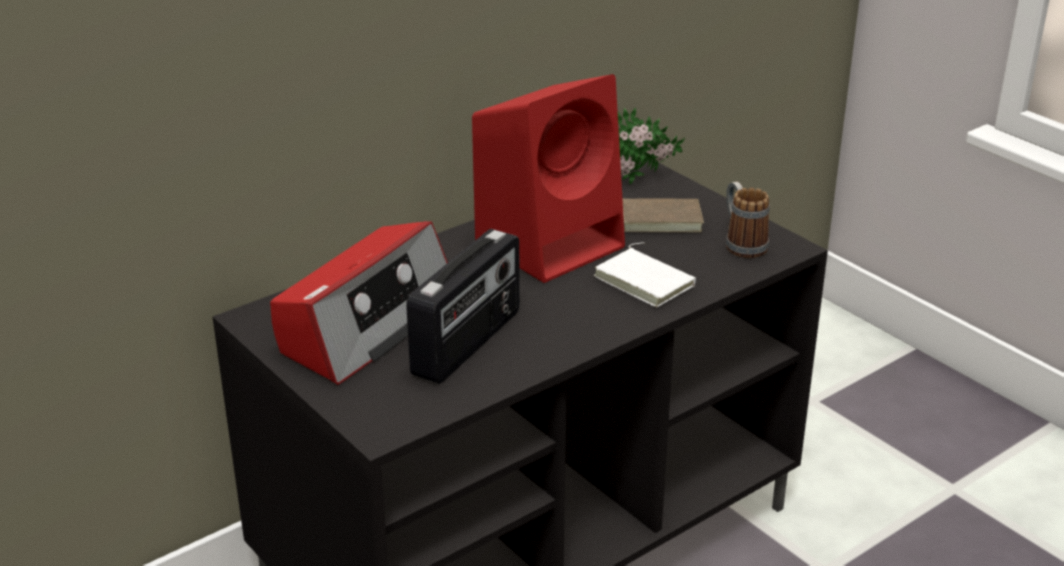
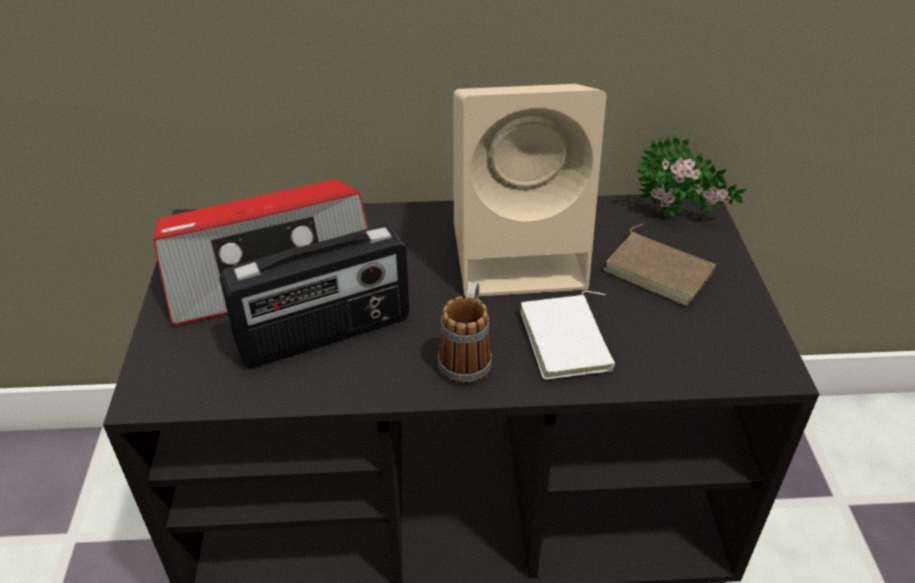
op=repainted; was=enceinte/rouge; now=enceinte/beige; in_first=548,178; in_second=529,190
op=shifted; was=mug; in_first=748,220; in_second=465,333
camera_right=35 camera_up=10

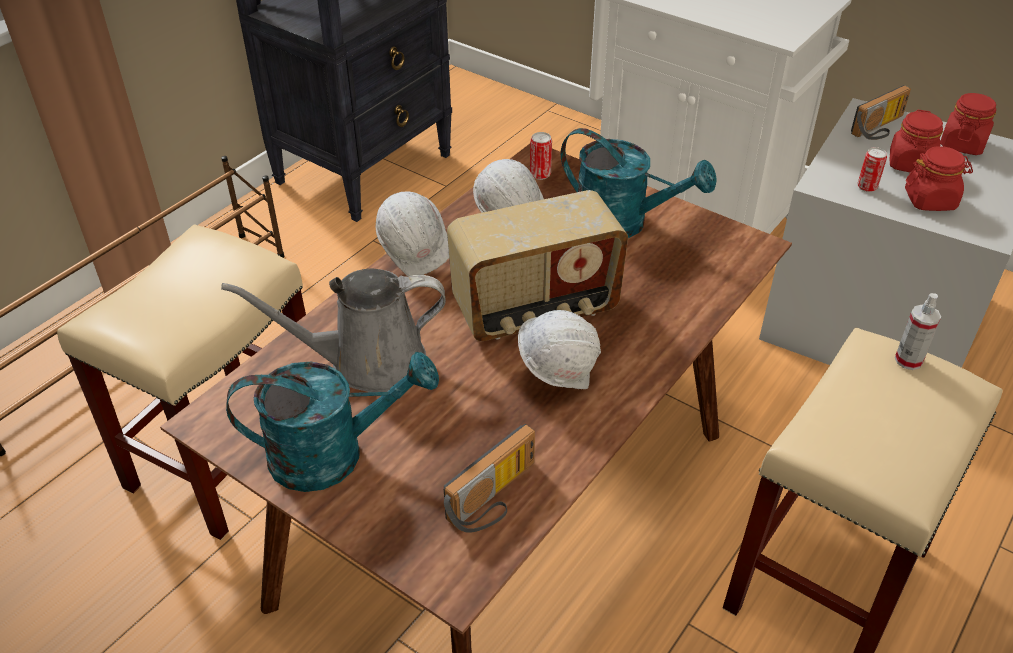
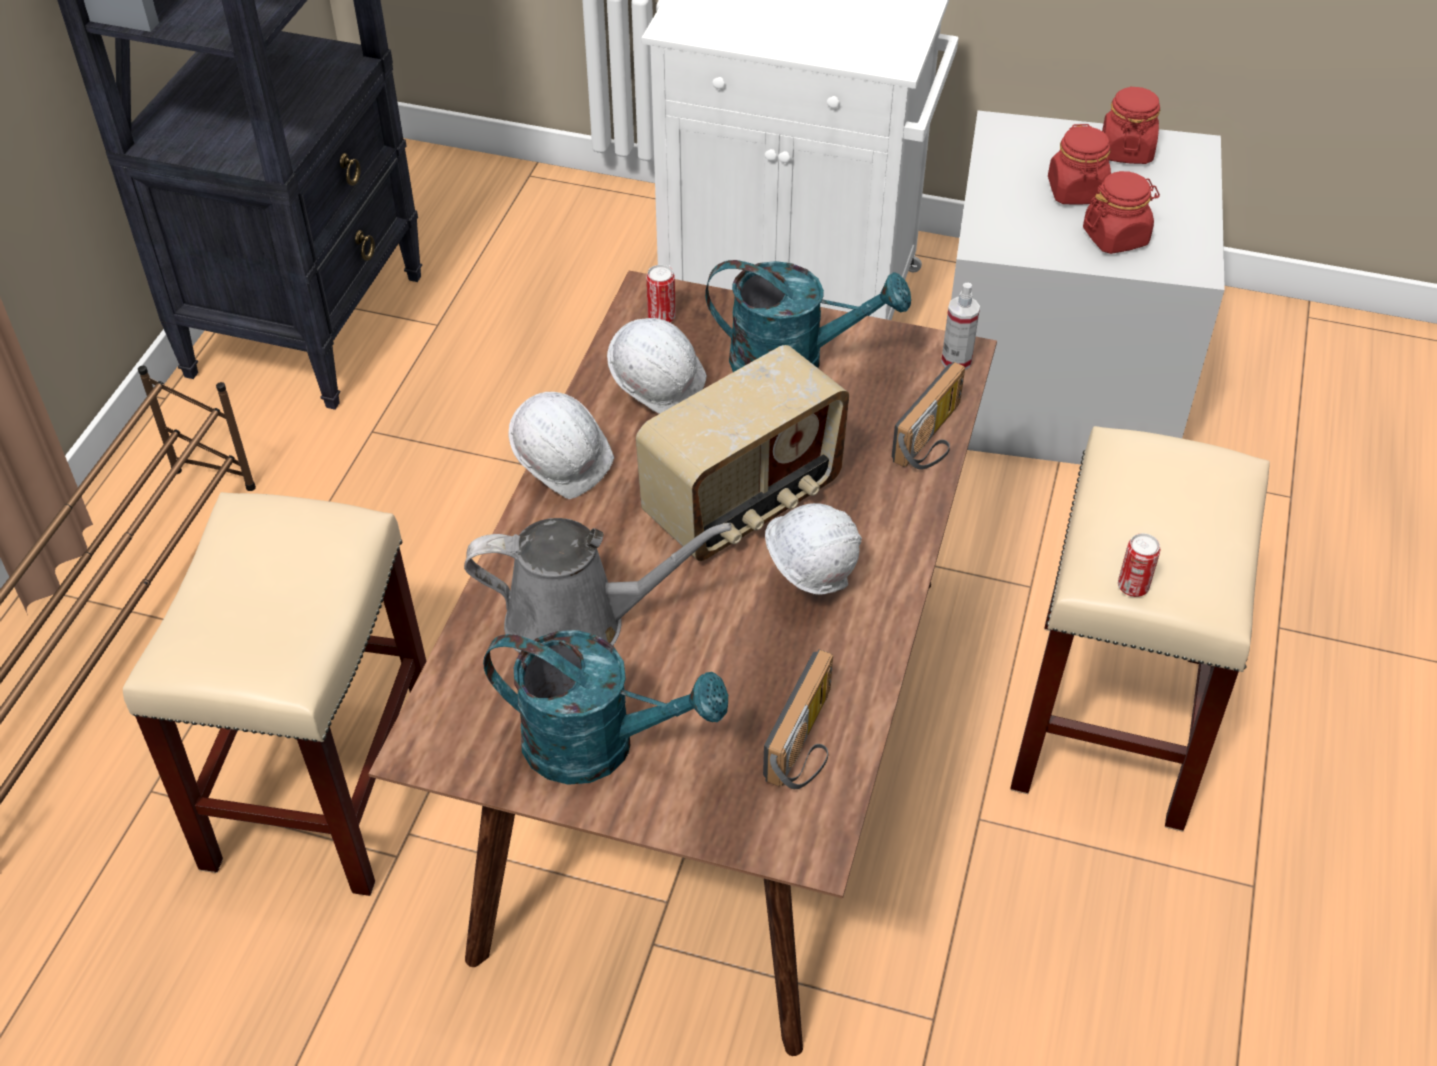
op=shifted; was=radio; in_first=881,112; in_second=928,416
op=shifted; was=boîte métallique; in_first=872,169; in_second=1139,565
op=rotated; was=arrosoir/gris; in_first=333,330; in_second=598,585; clockwise=-150
op=shifted; was=vaporisateur; in_first=918,331; in_second=960,326
op=rotated; was=arrosoir/turquoise; in_first=332,422; in_second=605,707; clockwise=45
camera_right=-20 camera_up=5

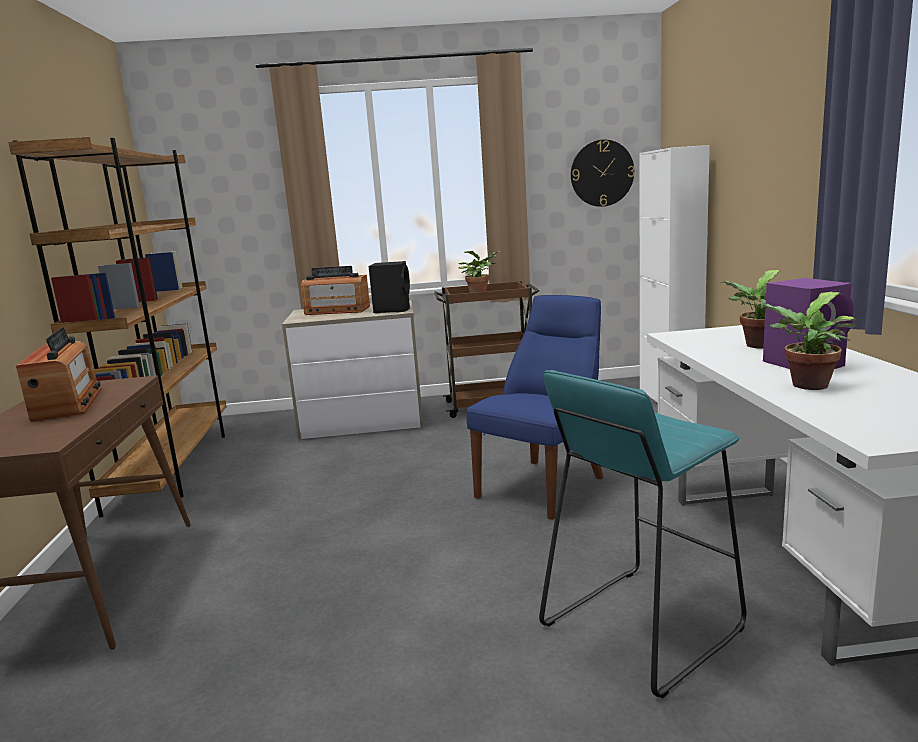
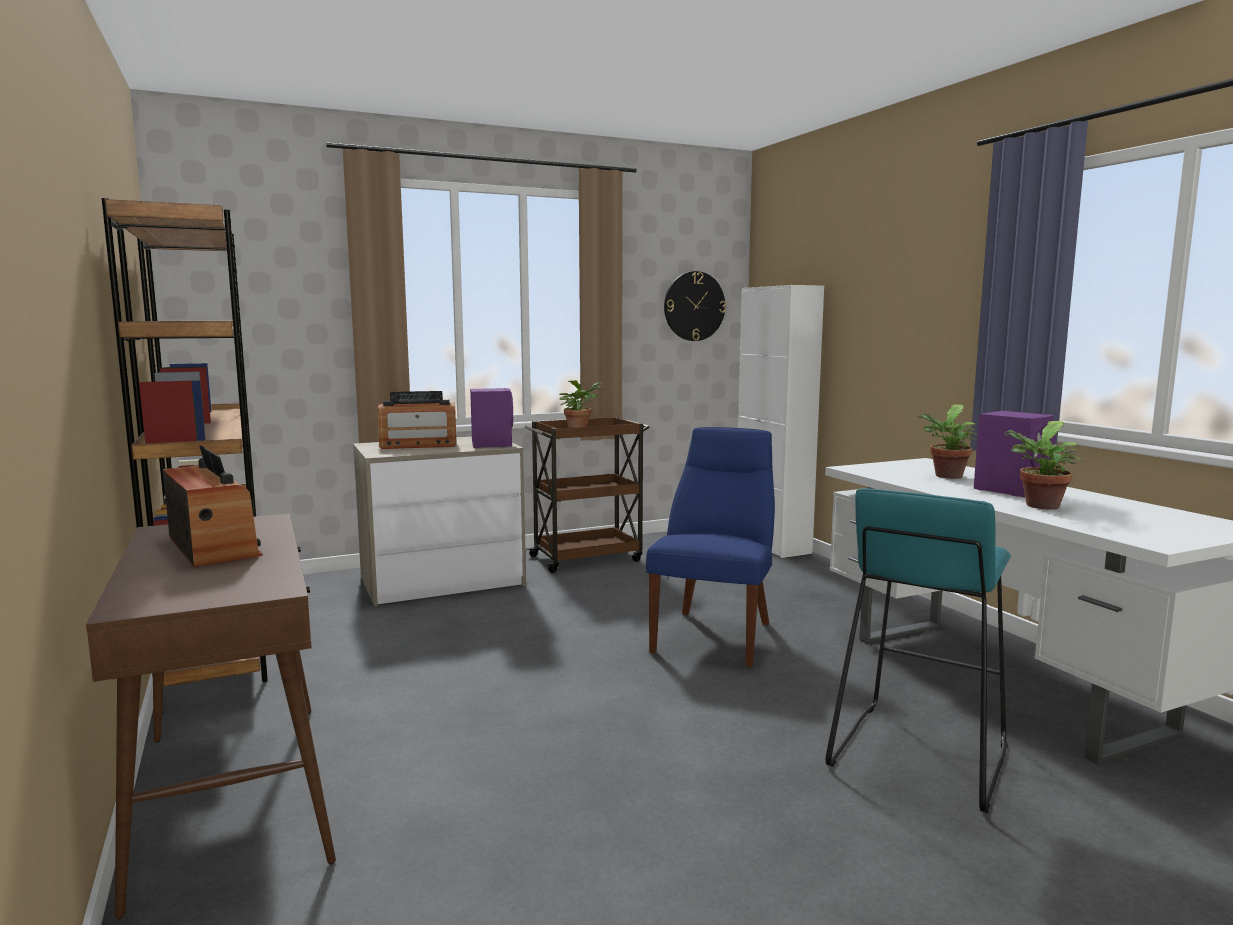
op=repainted; was=enceinte/noir; now=enceinte/violet; in_first=389,287; in_second=491,418
camera_right=-20 camera_up=-5

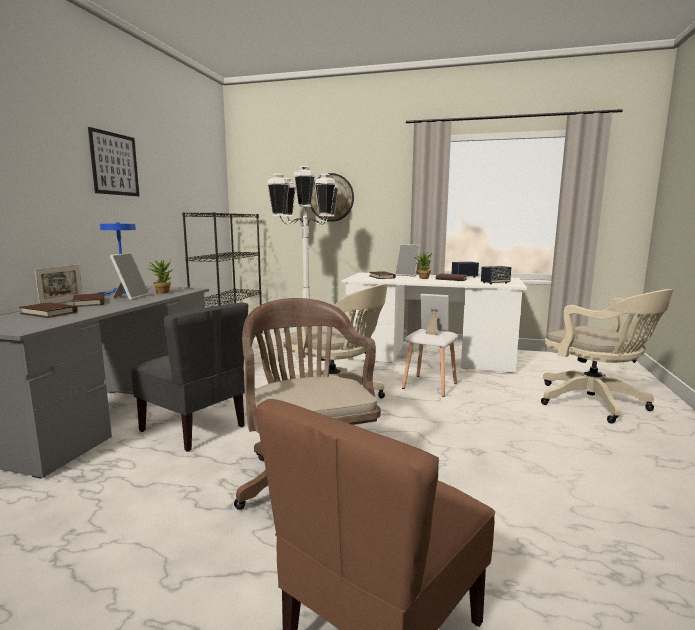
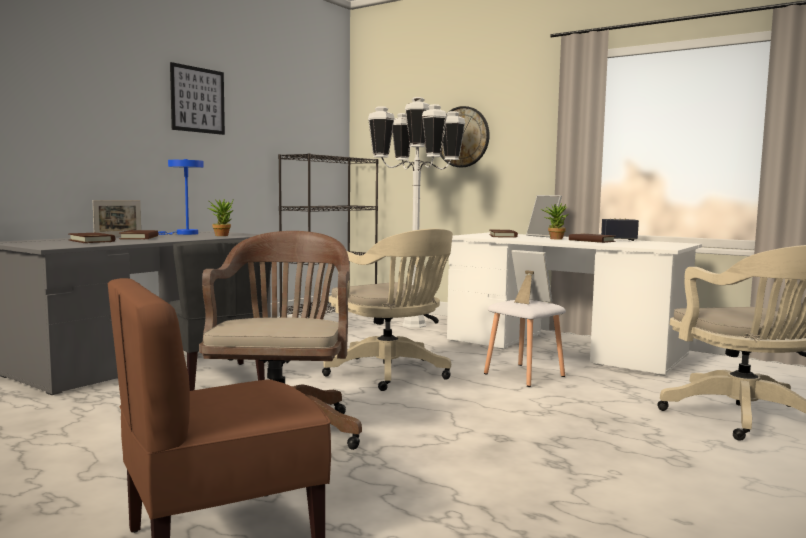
op=gone; was=cadre photo; in_first=129,276
op=gone; was=enceinte; in_first=496,275
camera_right=20 camera_up=-5

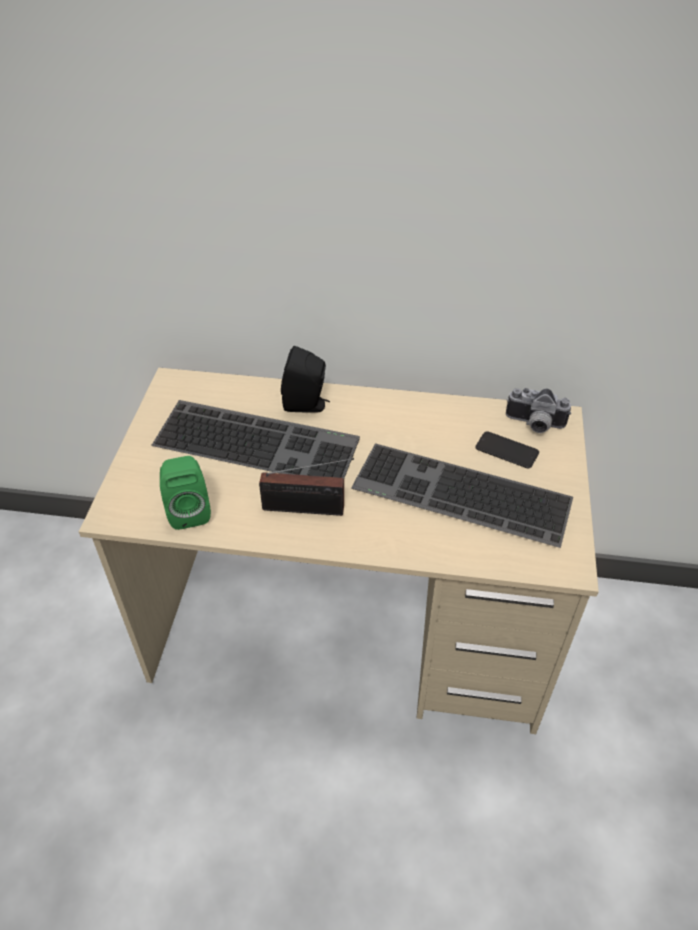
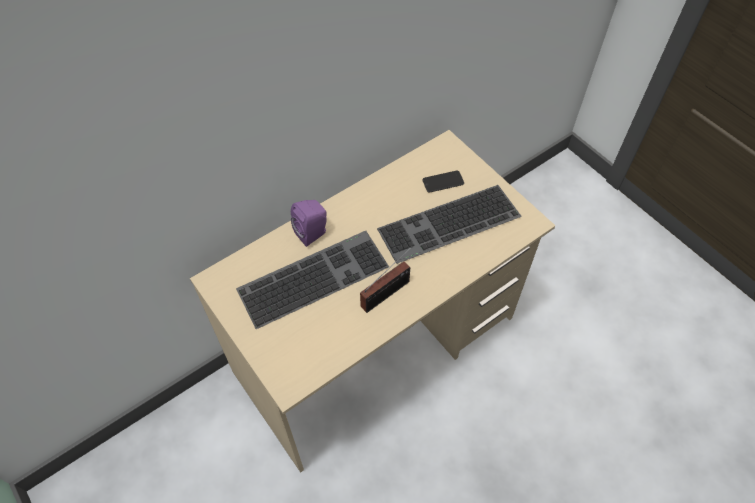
op=repainted; was=enceinte/noir; now=enceinte/violet; in_first=305,379; in_second=309,223
op=gone; was=appareil photo; in_first=538,410
op=gone; was=enceinte/vert; in_first=185,493
camera_right=-45 camera_up=10

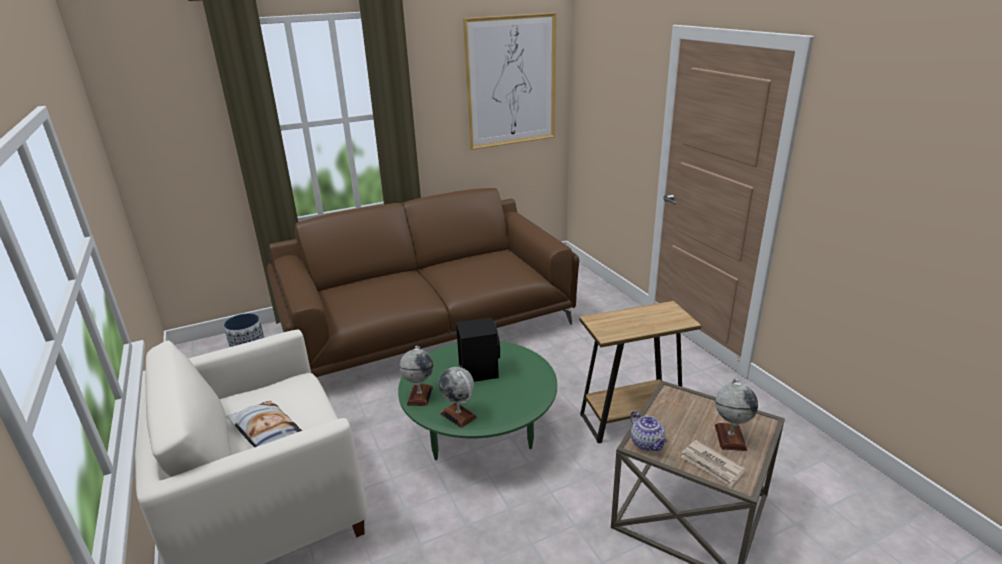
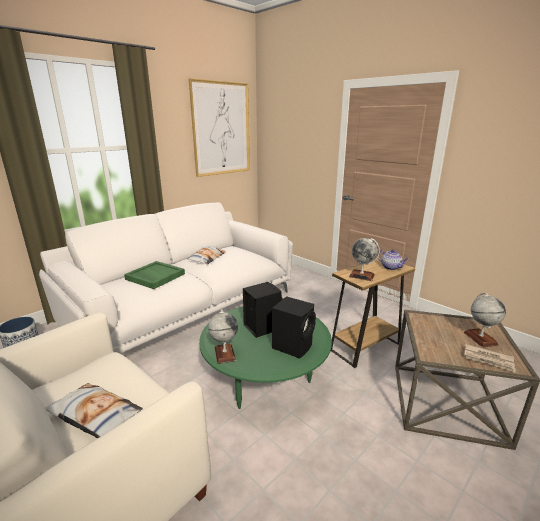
op=repainted; was=canapé/marron; now=canapé/blanc; in_first=423,282; in_second=166,278
op=shifted; was=globe; in_first=458,397; in_second=364,259
op=shifted; was=théière; in_first=649,430; in_second=392,260
op=new; now=coussin; in_second=206,255
op=new; now=plateau/vert; in_second=154,275
op=new; now=enceinte/noir; in_second=294,327
camera_right=-20 camera_up=-5

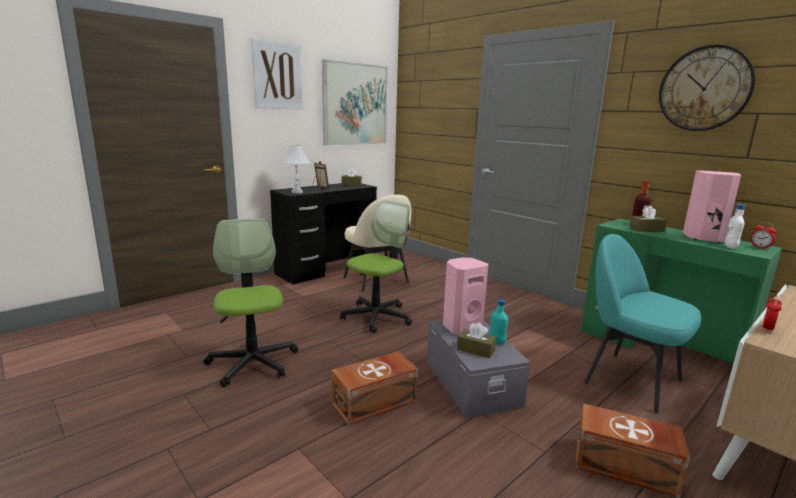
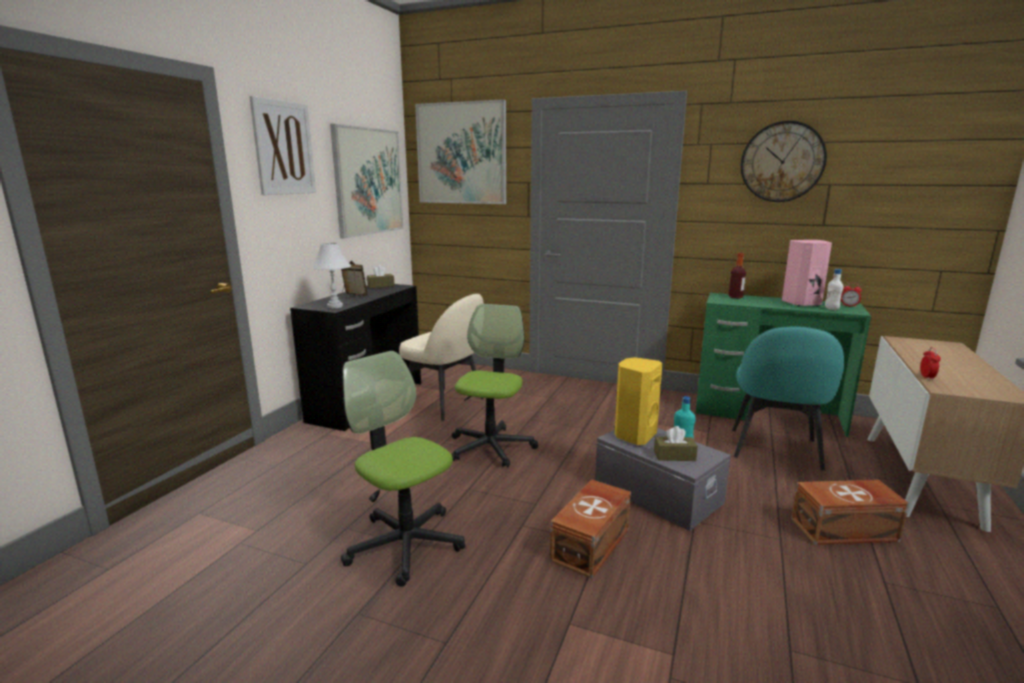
op=gone; was=boîte à mouchoirs/marron; in_first=648,219
op=rotated; was=chaise/turquoise; in_first=642,324; in_second=788,398; clockwise=-90
op=repainted; was=enceinte/rose; now=enceinte/jaune; in_first=465,296; in_second=639,401
op=new; now=tableau; in_second=460,151
camera_right=-25 camera_up=0

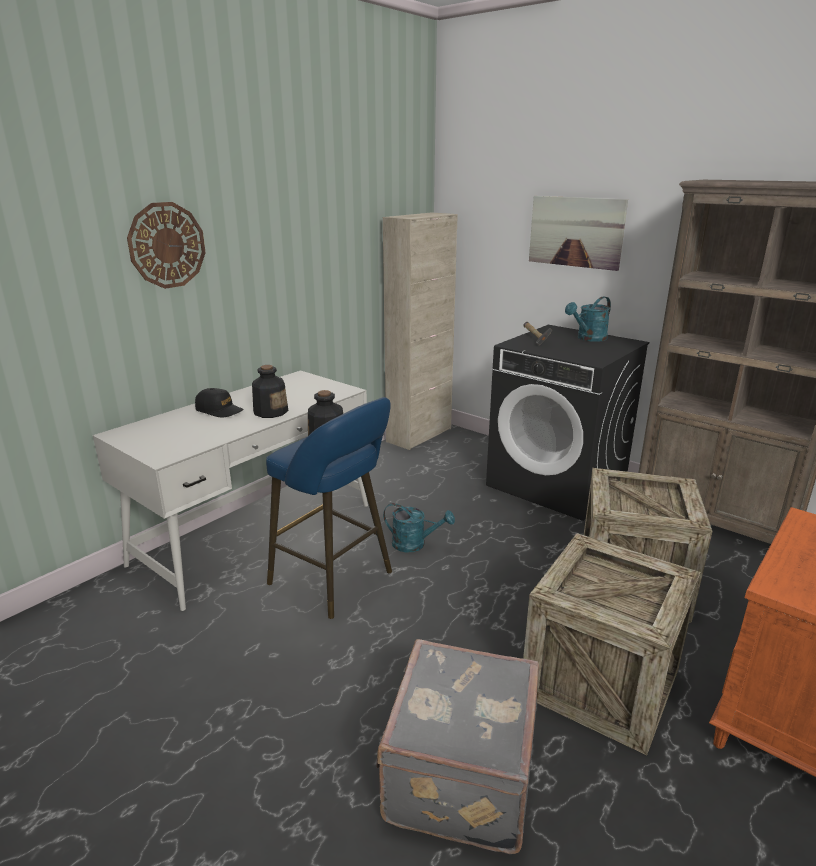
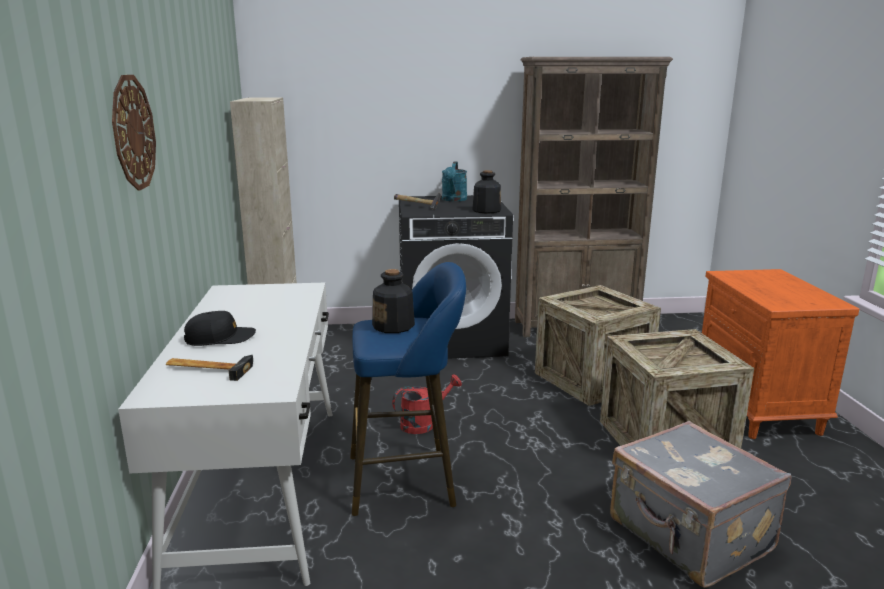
op=gone; was=tableau; in_first=578,233
op=shifted; was=bouteille; in_first=270,391; in_second=486,192
op=repainted; was=arrosoir/turquoise; now=arrosoir/rouge; in_first=419,527; in_second=427,404
op=new; now=marteau; in_second=209,368
camera_right=-45 camera_up=-5

